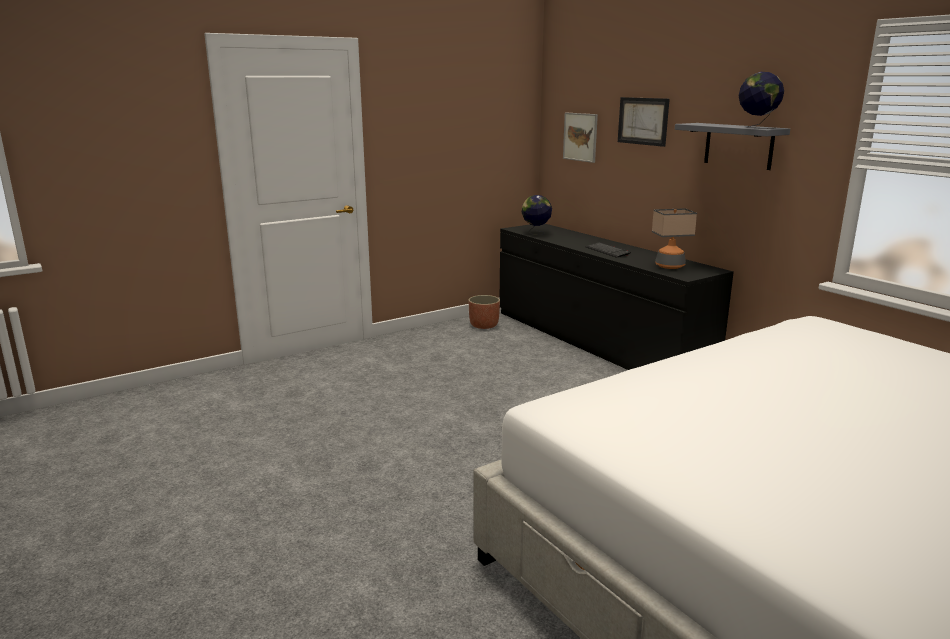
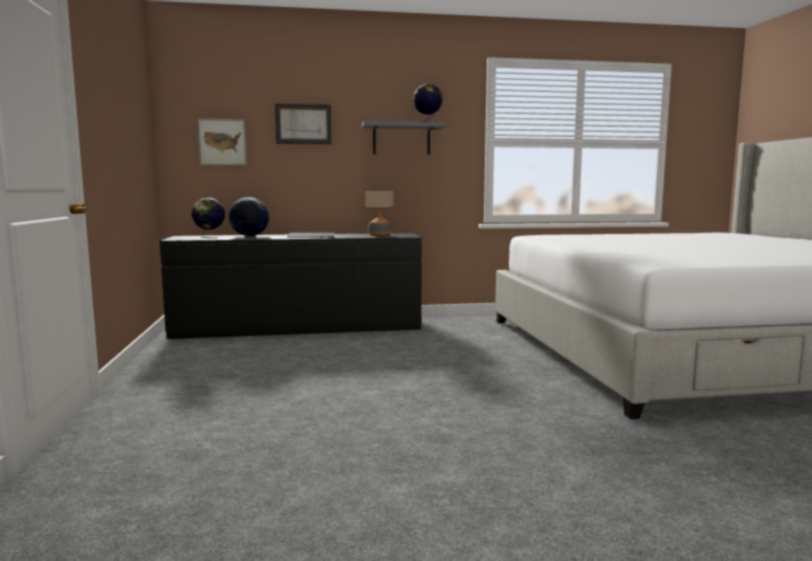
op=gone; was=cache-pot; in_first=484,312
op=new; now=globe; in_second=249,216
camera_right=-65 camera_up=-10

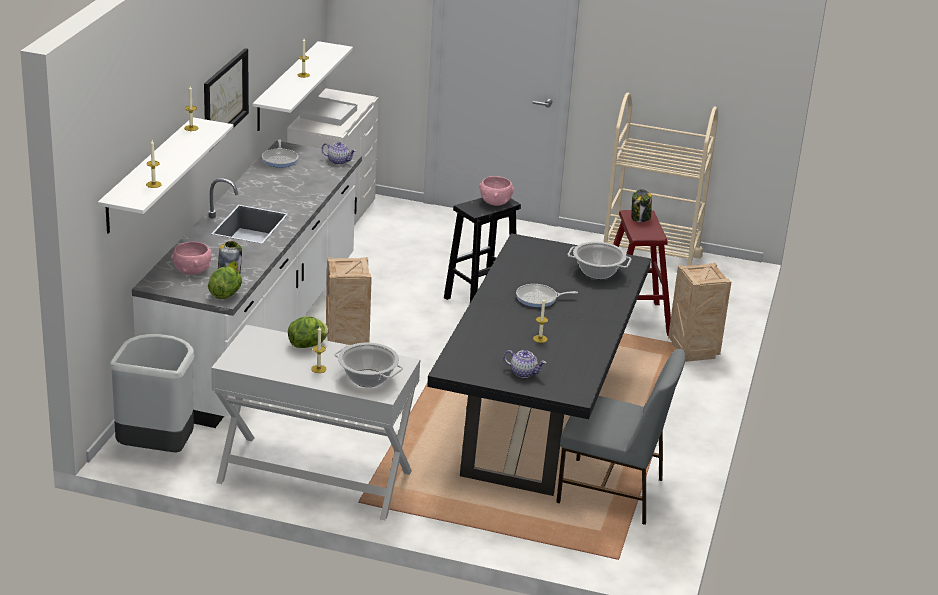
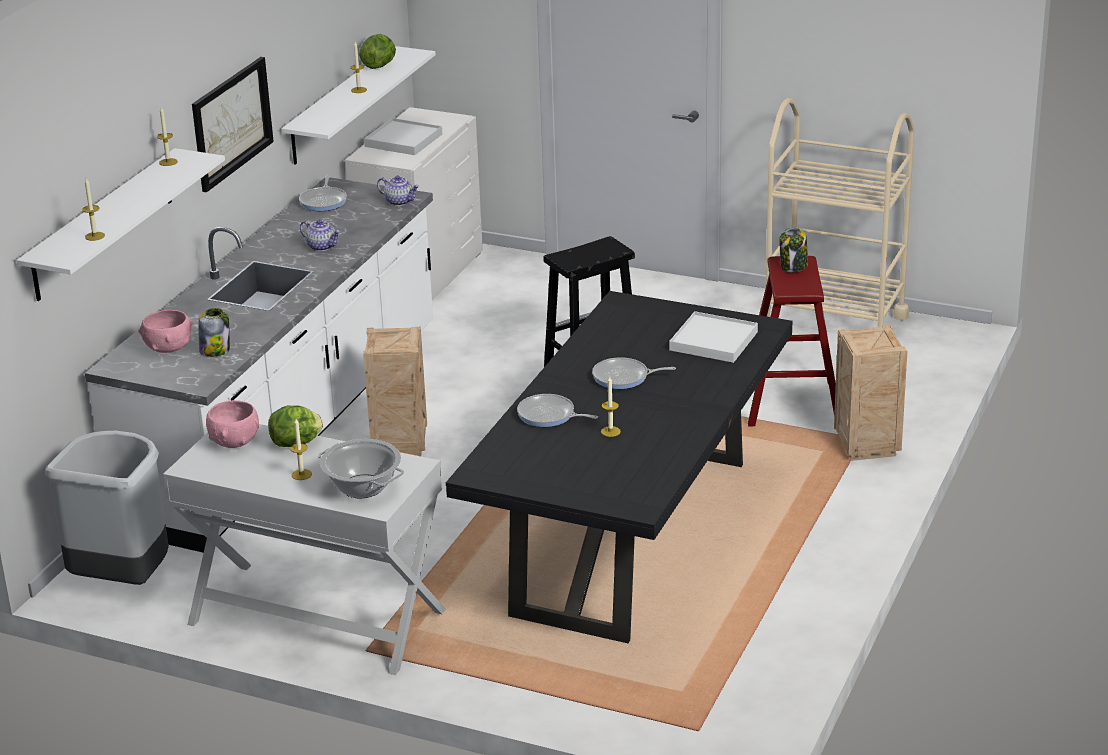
op=shifted; was=bol/rose; in_first=496,191; in_second=232,424
op=swapped; was=marmite; now=plateau/blanc; in_first=599,260; in_second=713,337
op=shifted; was=laitue; in_first=225,282; in_second=377,51
op=gone; was=chaise/gris; in_first=620,437
op=shifted; was=théière; in_first=525,364; in_second=320,235
op=new; now=poêle; in_second=557,410
camera_right=10 camera_up=0

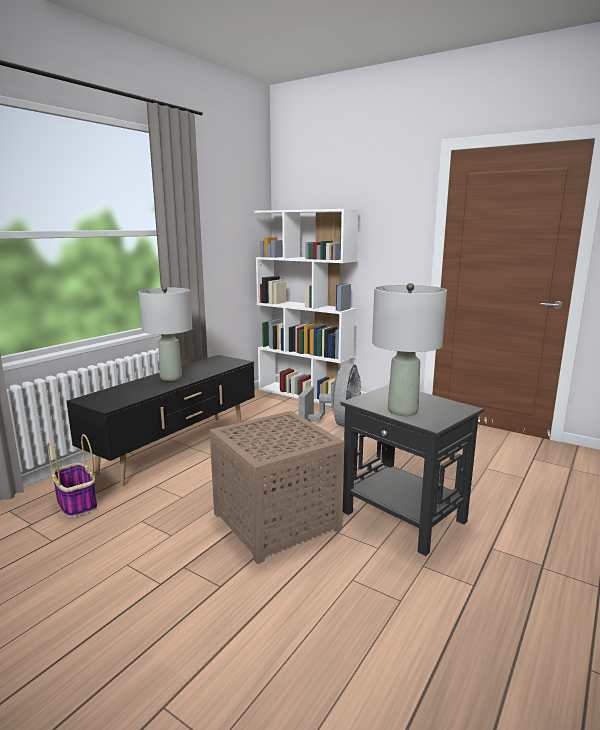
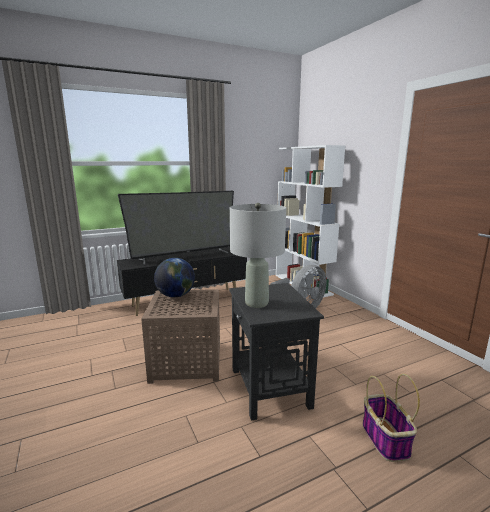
op=swapped; was=lampe de table/gris; now=téléviseur; in_first=165,334; in_second=176,228
op=shifted; was=panier; in_first=72,476; in_second=391,418
op=new; now=globe; in_second=174,278
camera_right=30 camera_up=0

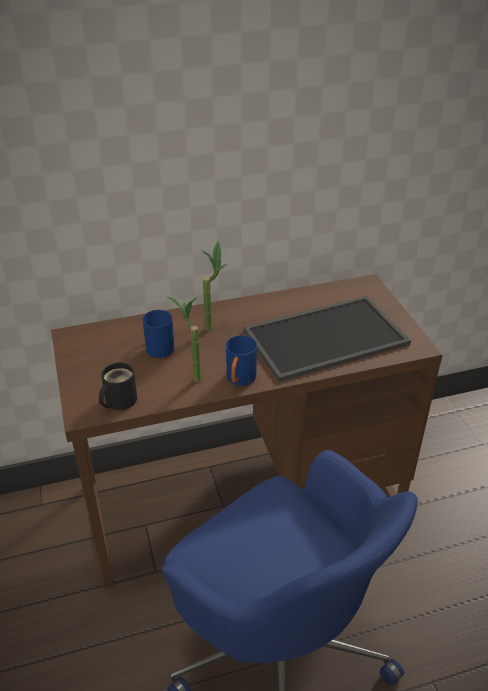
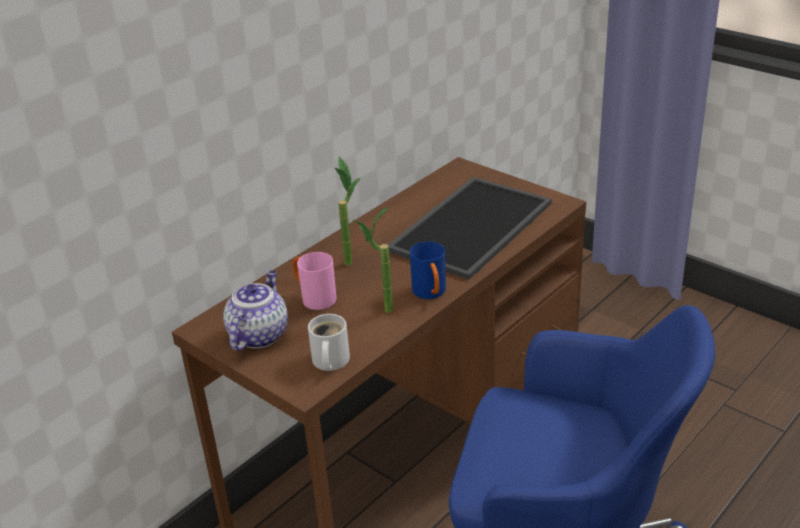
op=repainted; was=mug/bleu; now=mug/rose; in_first=158,333; in_second=315,281
op=repainted; was=mug/noir; now=mug/blanc; in_first=118,386; in_second=329,342
op=new; now=théière; in_second=255,310
camera_right=-30 camera_up=-5

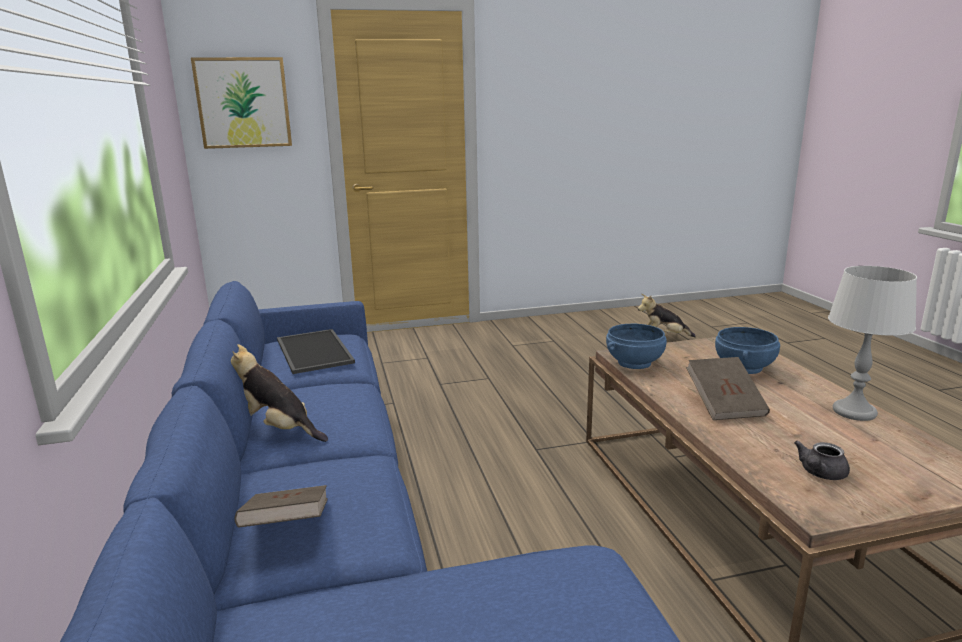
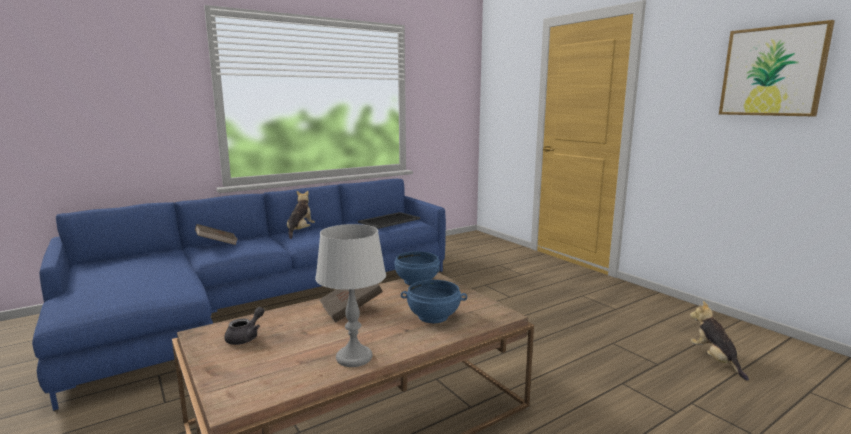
op=shifted; was=tableau; in_first=241,103; in_second=777,68
op=rotated; was=théière/gris; in_first=822,460; in_second=244,326; clockwise=90
camera_right=70 camera_up=-5

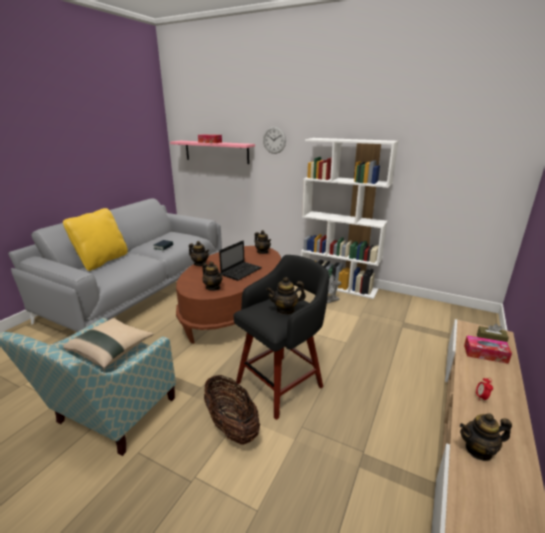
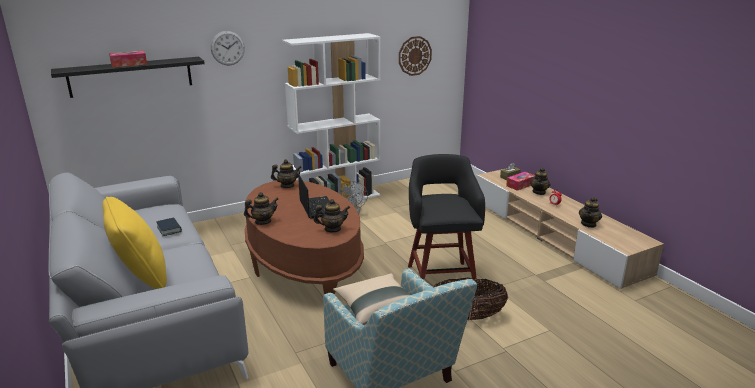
op=repainted; was=étagère/rose; now=étagère/noir; in_first=212,152; in_second=128,77
op=shifted; was=théière; in_first=286,296; in_second=540,181
op=new; now=horloge murale; in_second=415,56
camera_right=-55 camera_up=0

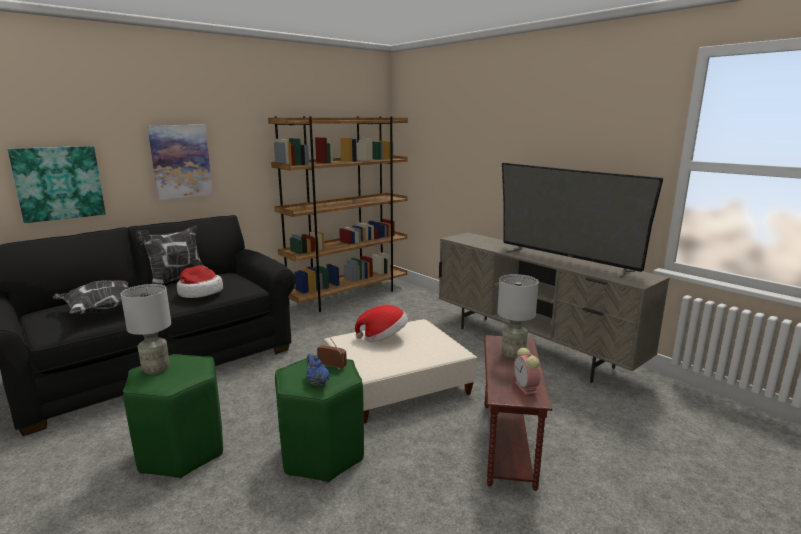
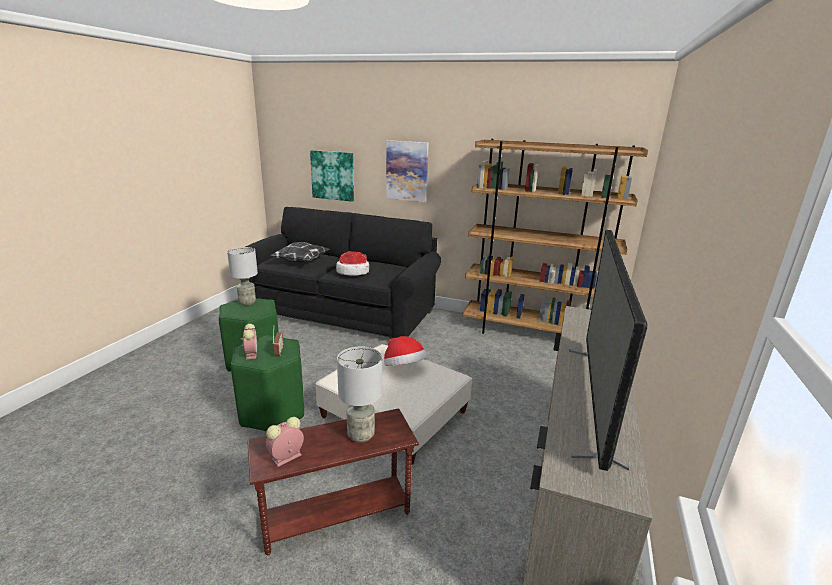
op=gone; was=coussin; in_first=169,255
op=swapped; was=théière/bleu; now=réveil; in_first=318,370; in_second=249,341
camera_right=60 camera_up=5

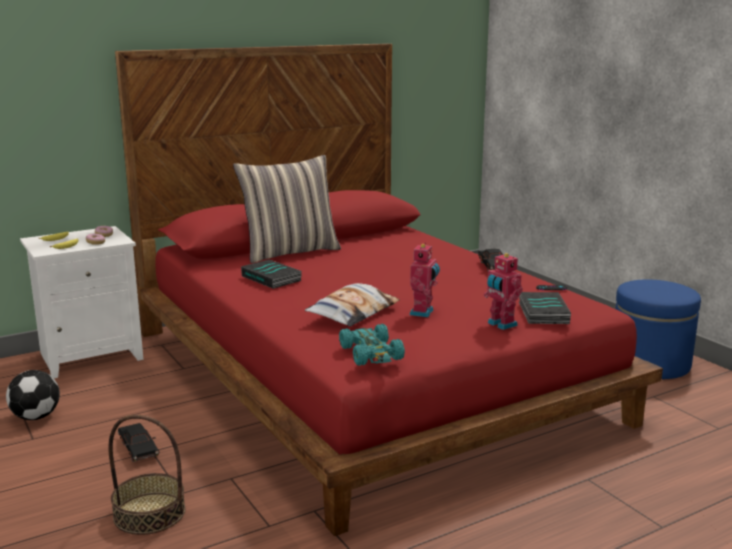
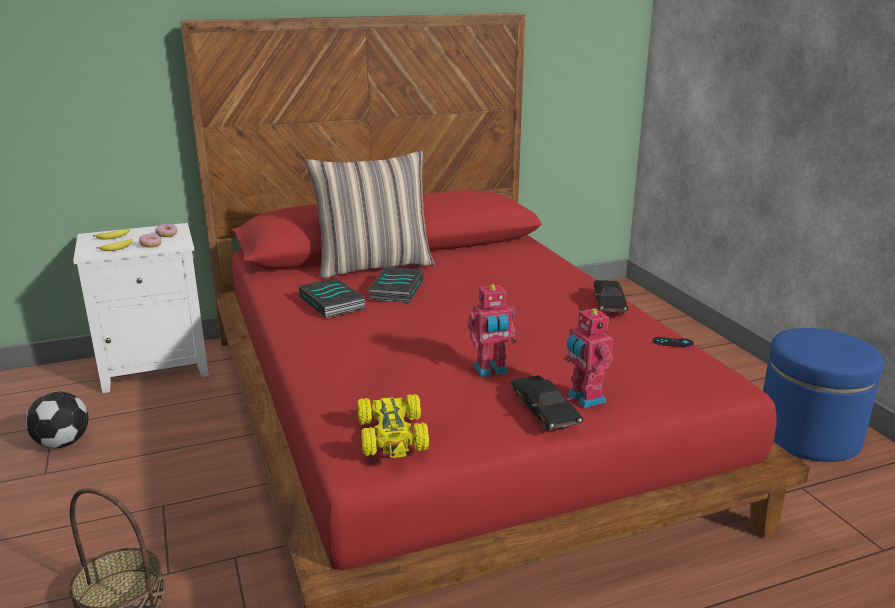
op=rotated; was=robot jouet; in_first=424,279; in_second=492,330; clockwise=45
op=gone; was=coussin; in_first=352,305
op=shifted; was=livre; in_first=545,308; in_second=396,285
op=repainted; was=petite voiture/turquoise; now=petite voiture/jaune; in_first=372,345; in_second=393,426
op=shifted; was=petite voiture/noir; in_first=139,442; in_second=547,403
camera_right=10 camera_up=5

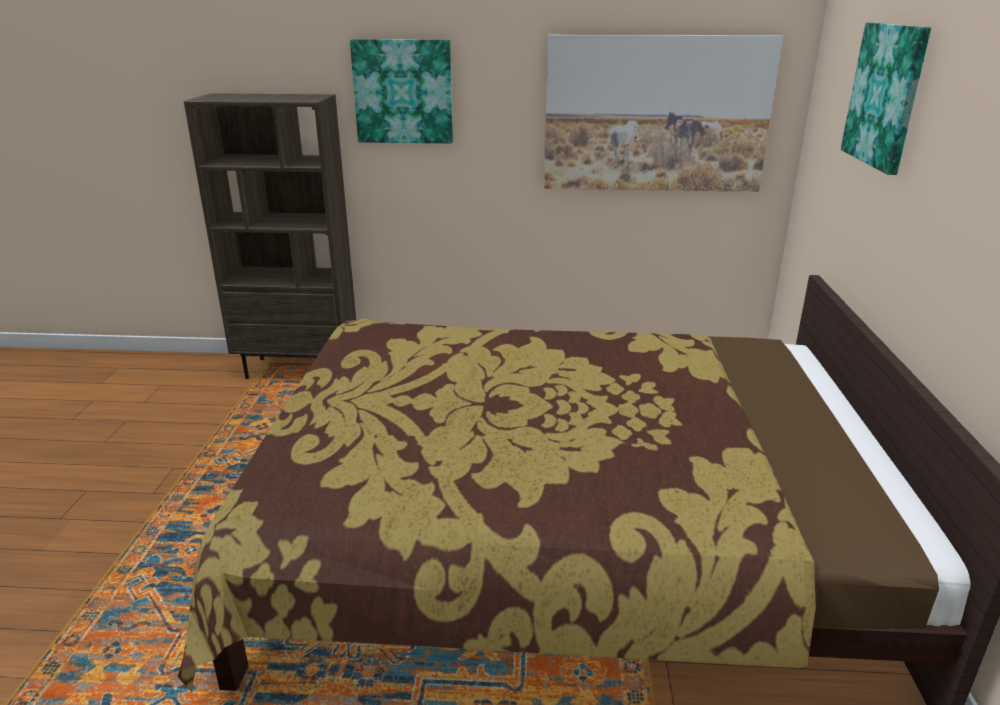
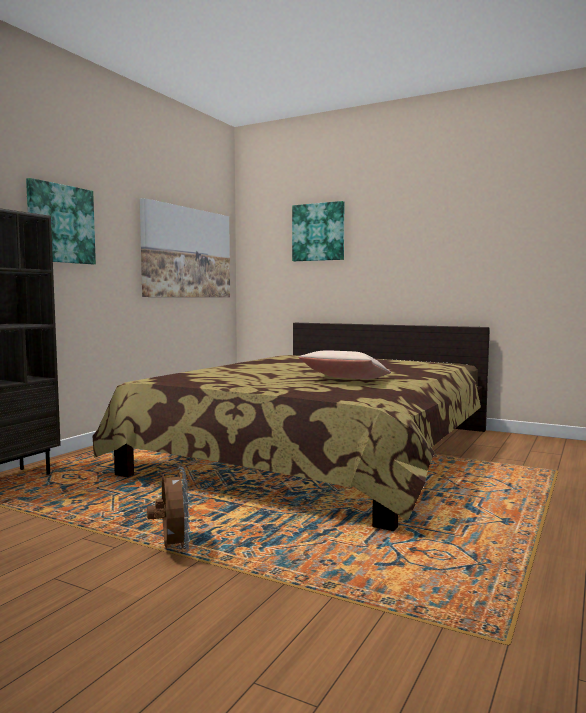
op=new; now=coussin/beige; in_second=344,364
op=new; now=ventilateur/marron; in_second=168,510
camera_right=-65 camera_up=-20

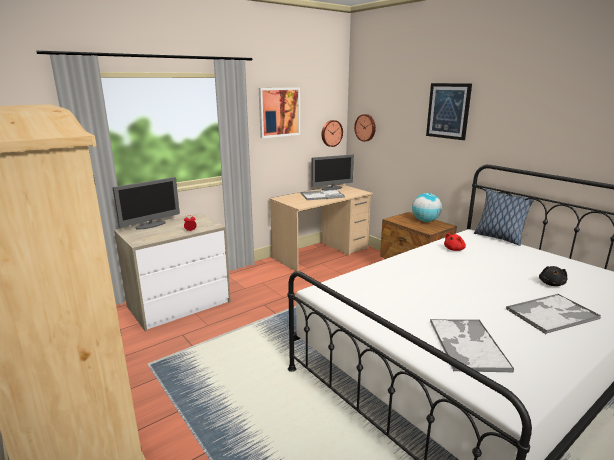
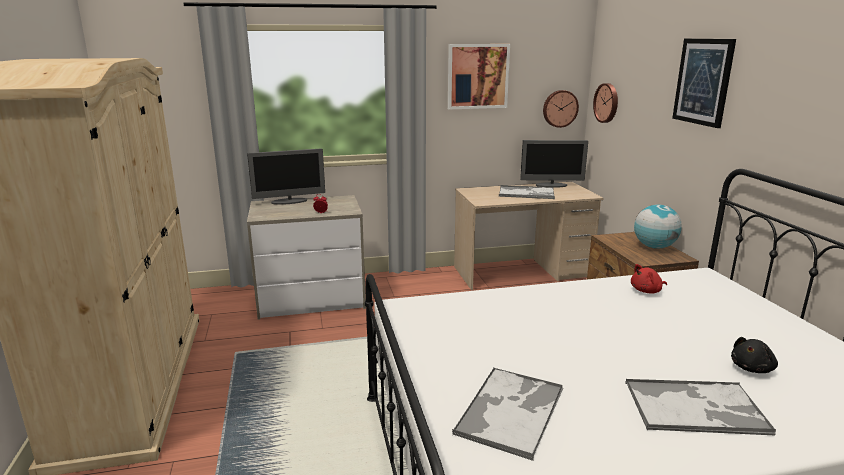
op=gone; was=coussin; in_first=504,217
camera_right=25 camera_up=0

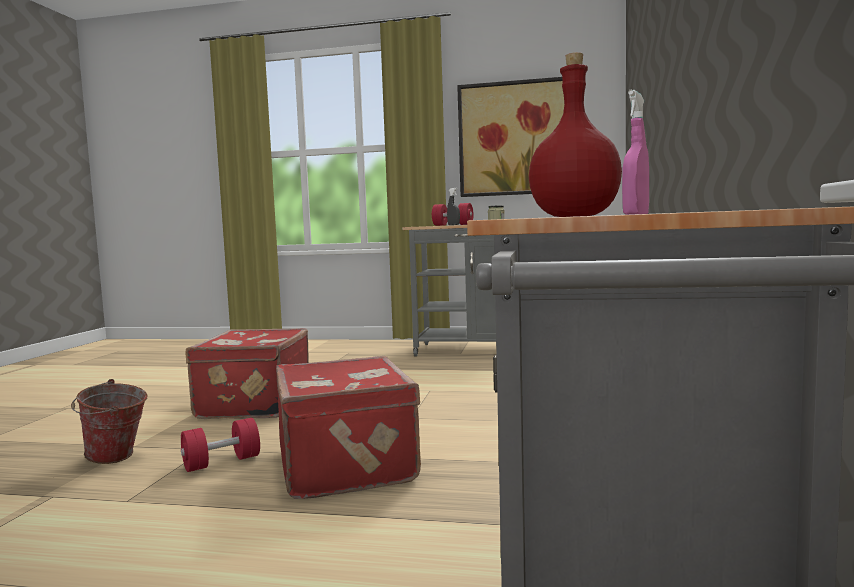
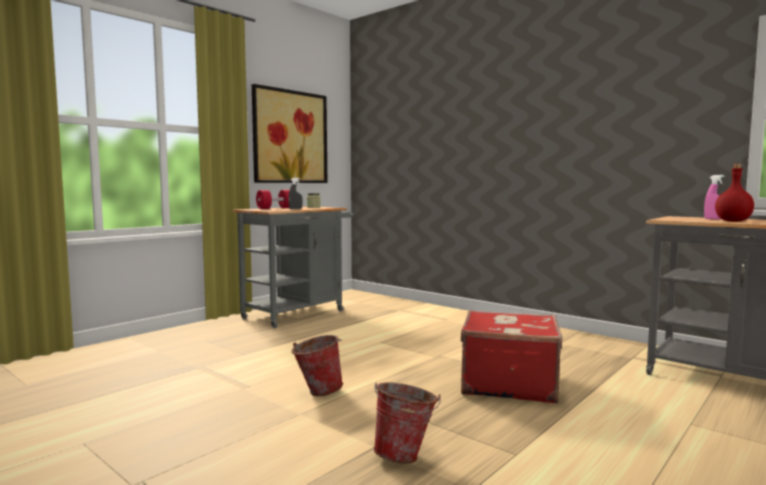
op=swapped; was=valise/rouge; now=seau; in_first=247,373; in_second=317,365
op=gone; was=haltère/rouge; in_first=220,445
camera_right=-60 camera_up=0

